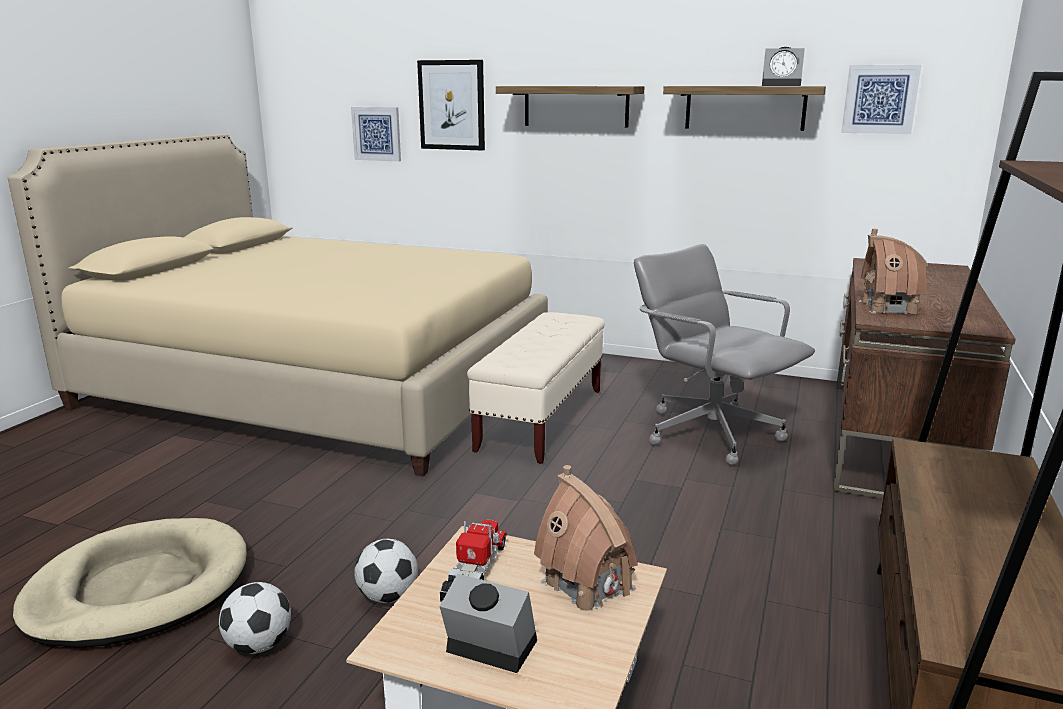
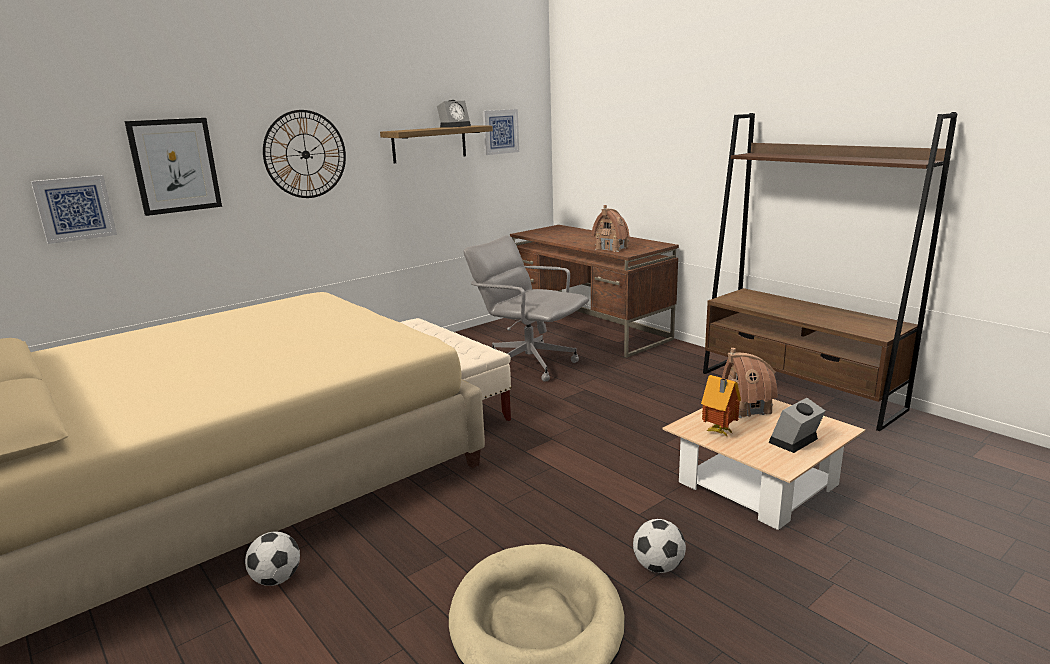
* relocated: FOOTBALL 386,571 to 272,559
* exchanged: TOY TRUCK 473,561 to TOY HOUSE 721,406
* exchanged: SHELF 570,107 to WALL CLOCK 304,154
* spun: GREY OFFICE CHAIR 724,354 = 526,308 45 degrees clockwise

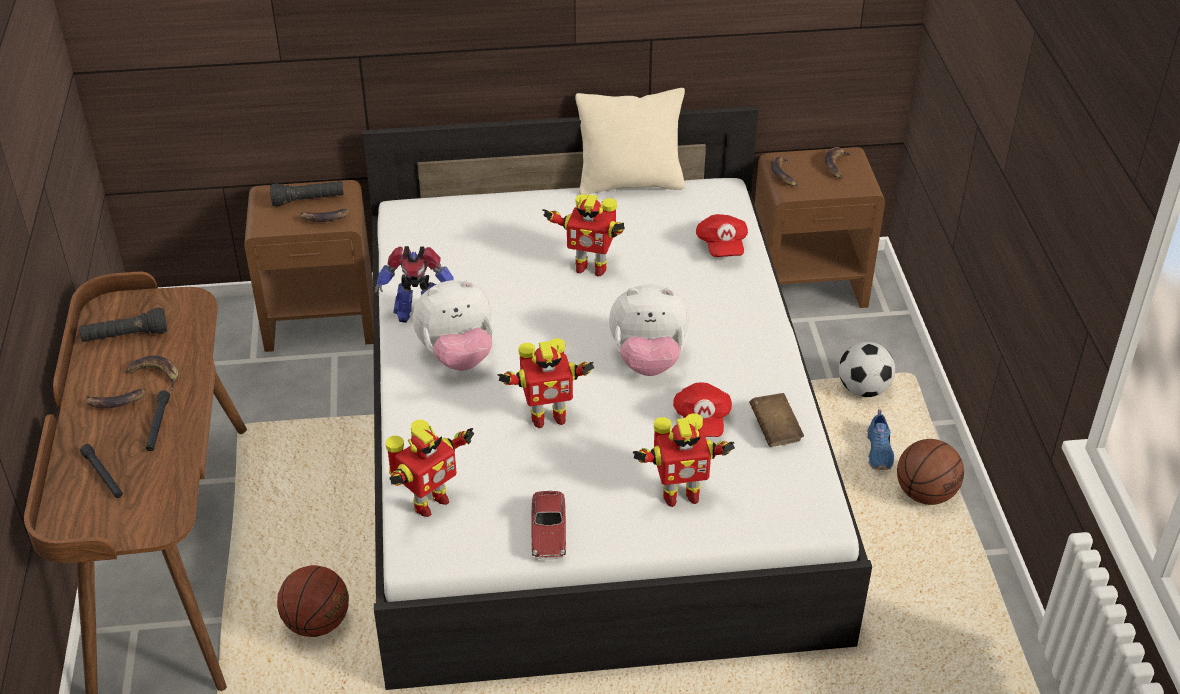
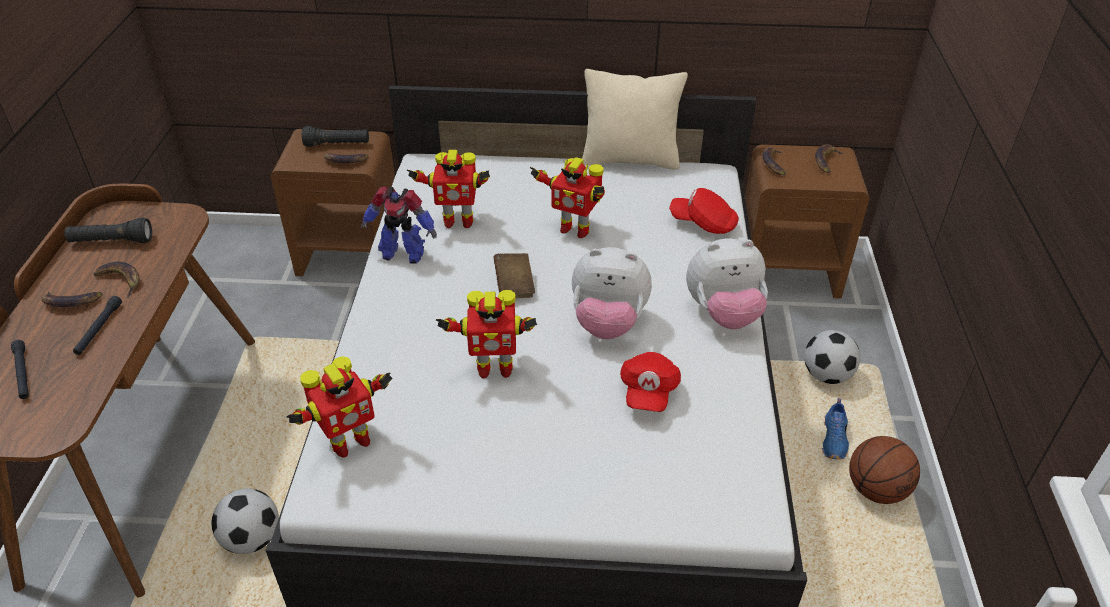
* missing: TOY CAR 548,525
* relocated: PLUSH TOY 453,325 to 727,283
* relocated: TOY ROBOT 684,460 to 448,189
* relocated: BROWN BOOK 776,420 to 514,275
* exchanged: BASKETBALL 313,601 to FOOTBALL 245,521
* spun: RED CAP 722,235 = 704,211 105 degrees clockwise

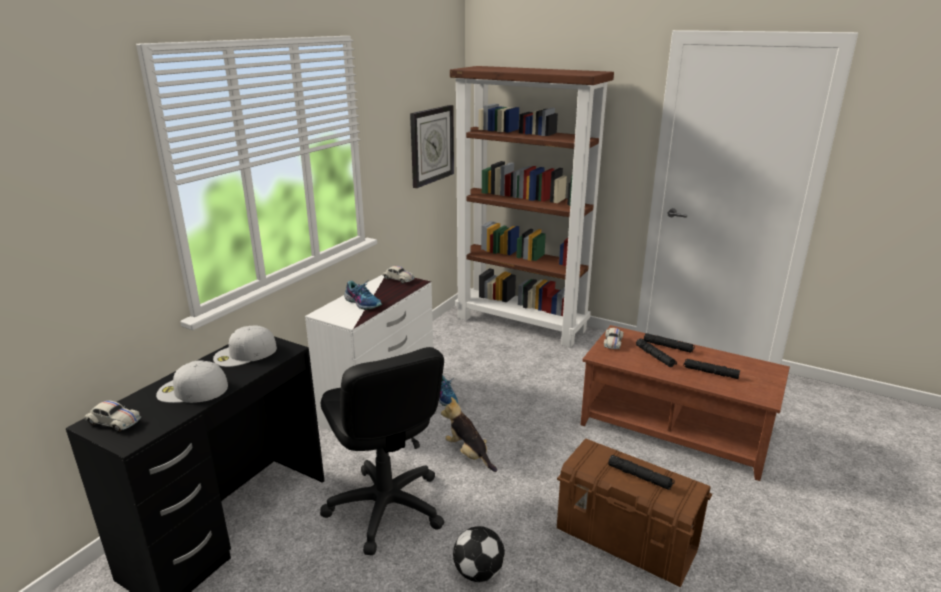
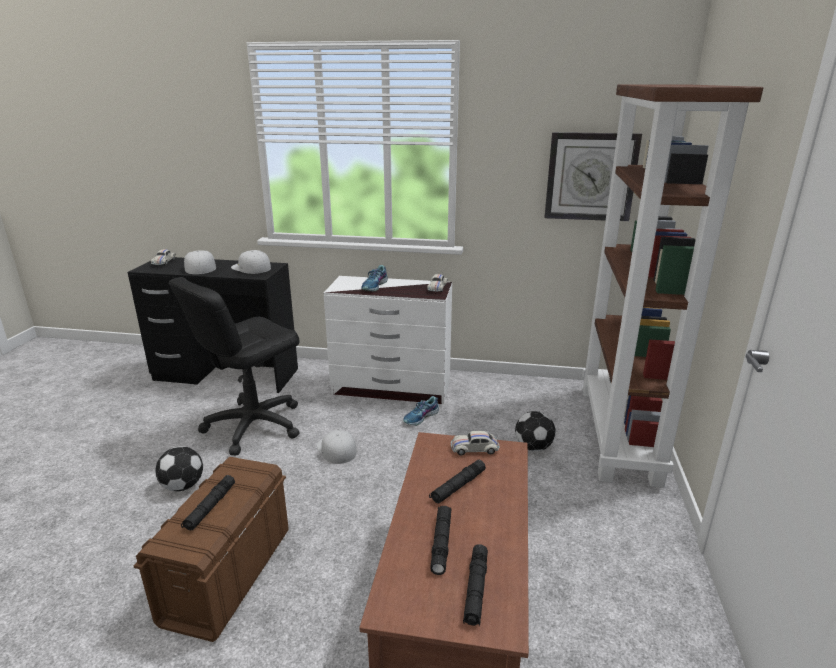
* appeared: FOOTBALL 535,431
* relocated: BLACK FLASHLIGHT 669,343 to 475,585
* exchanged: PLUSH TOY 469,434 to WHITE CAP 337,447

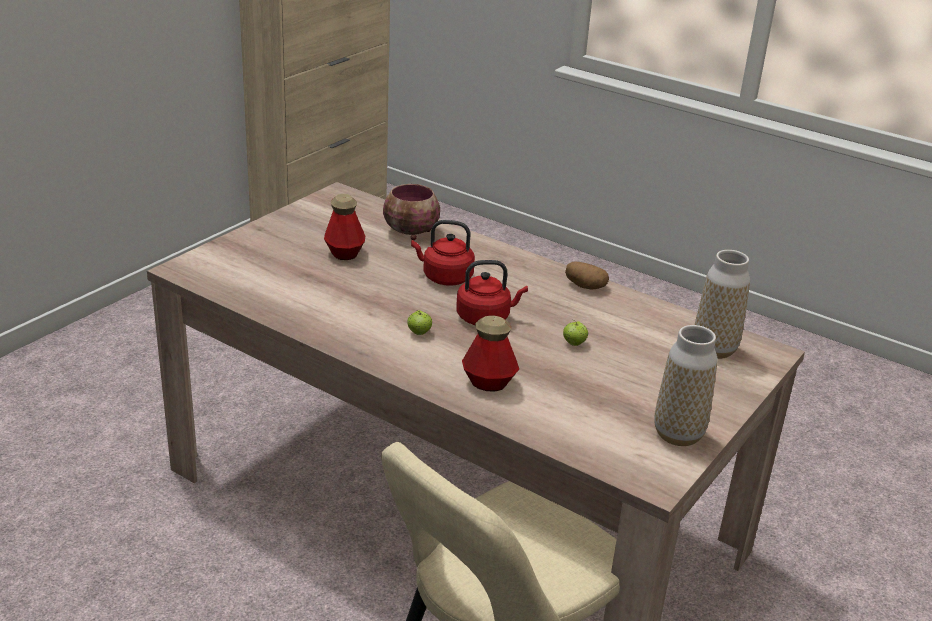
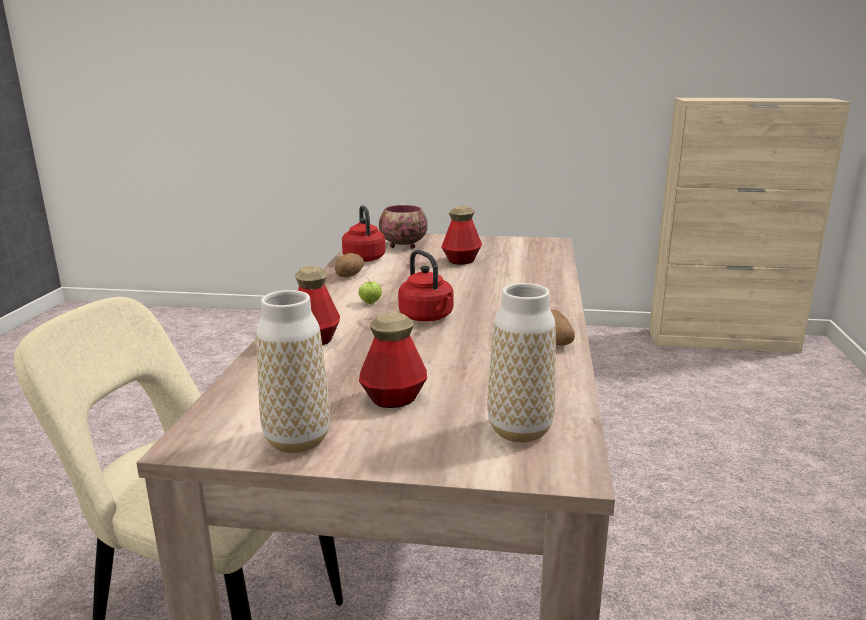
* missing: APPLE 575,333
* appeared: POTATO 349,265
* appeared: BOTTLE 393,360
* relocated: BOWL 411,212 to 403,227
* relocated: RED KETTLE 443,253 to 364,233

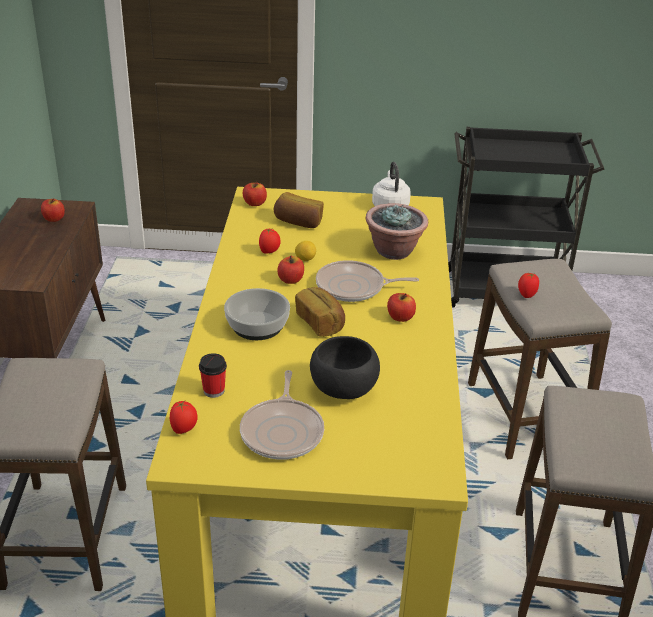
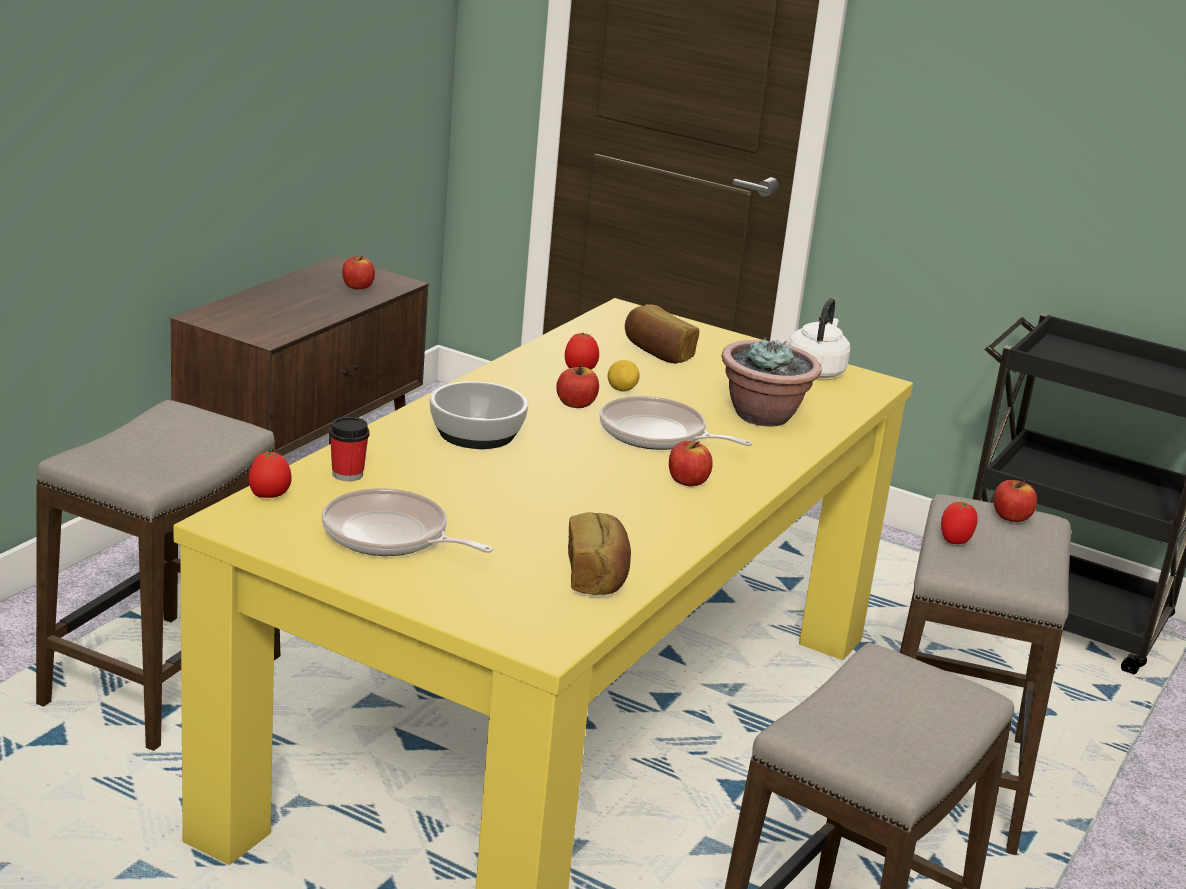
* missing: BLACK BOWL 345,367
* relocated: APPLE 255,194 to 1015,501
* relocated: BREAD 320,312 to 599,553
* spun: FRYING PAN 282,415 = 407,522 90 degrees clockwise

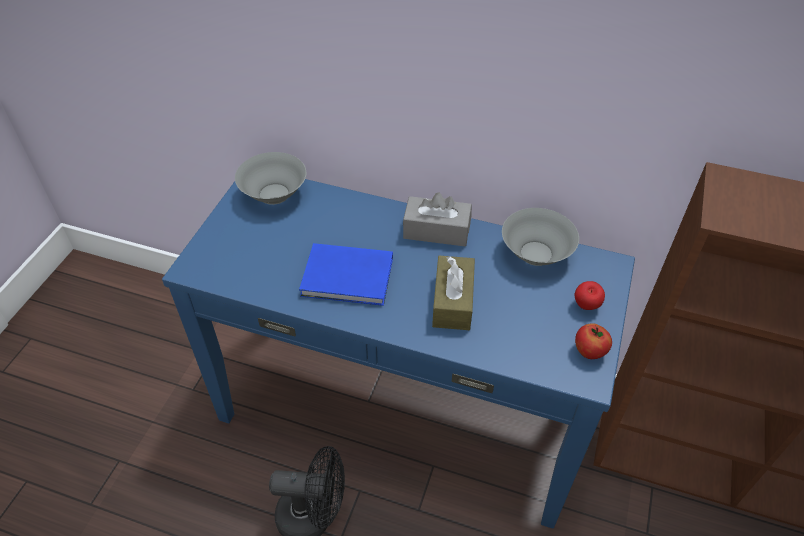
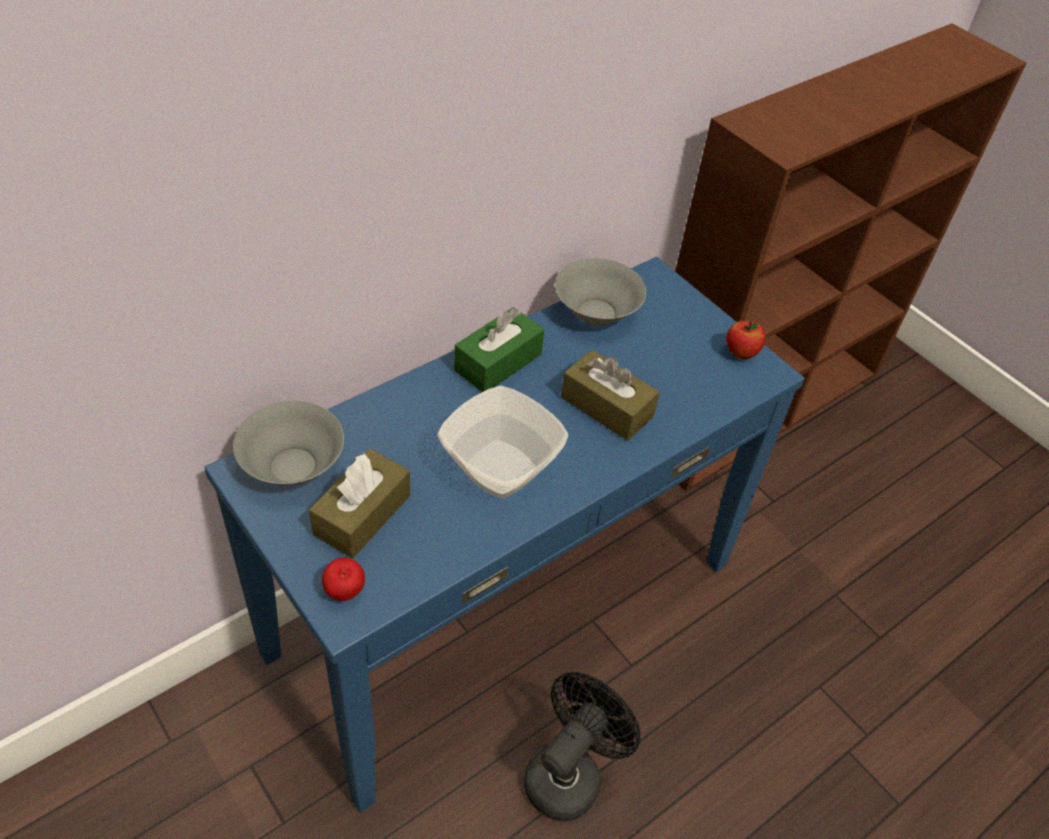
* appeared: BROWN TISSUE BOX 359,503
* relocated: APPLE 590,295 to 343,579
* exchanged: BLUE BOOK 346,274 to BOWL 502,442
* colour: GREY TISSUE BOX 437,219 to GREEN TISSUE BOX 499,349

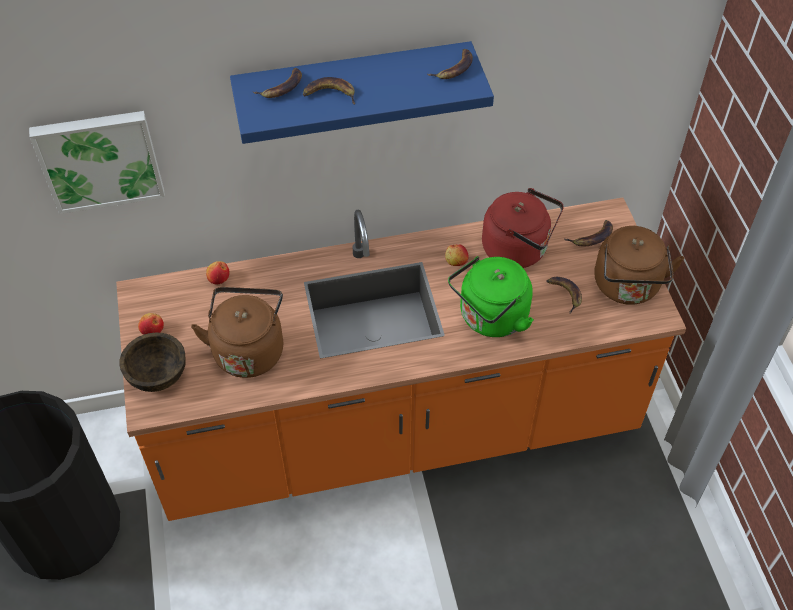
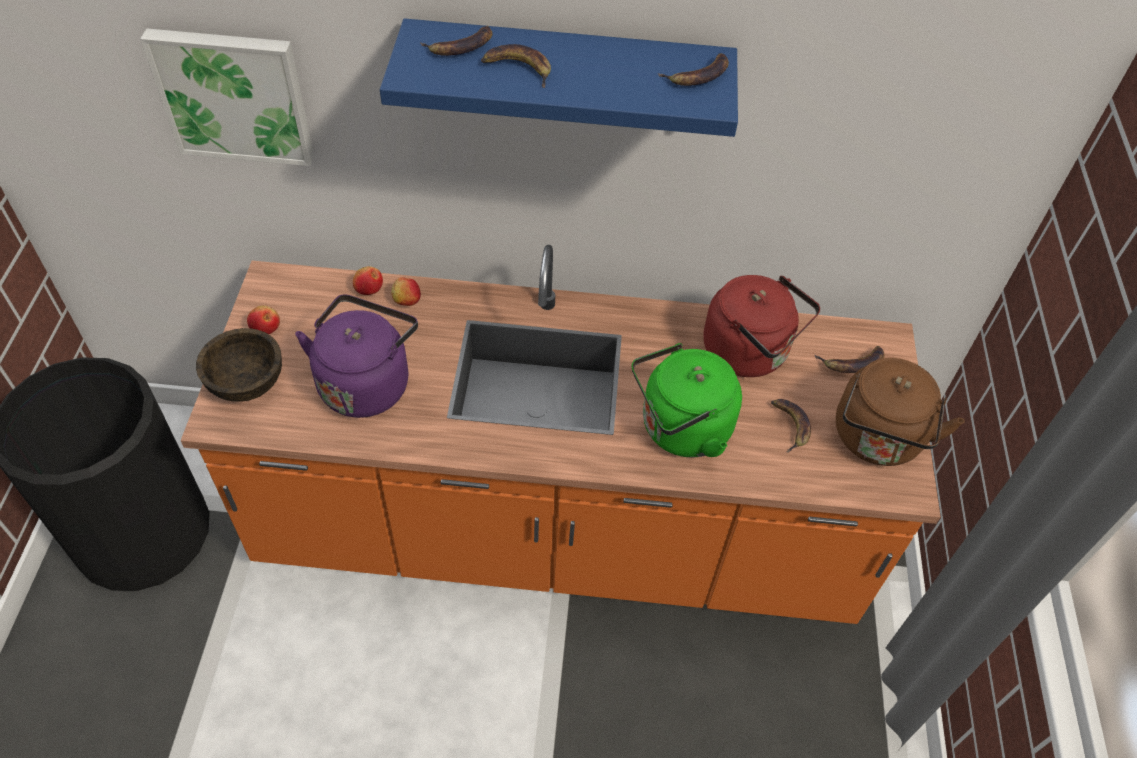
* relocated: APPLE 457,255 to 406,291
* colour: BROWN KETTLE 237,332 to PURPLE KETTLE 356,356

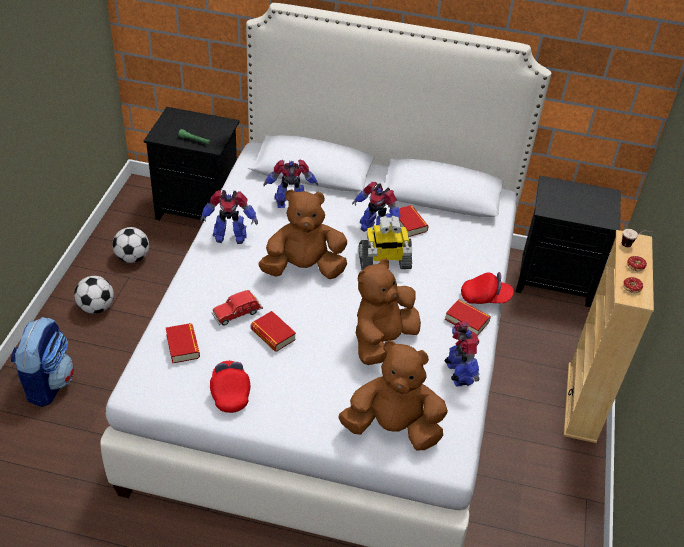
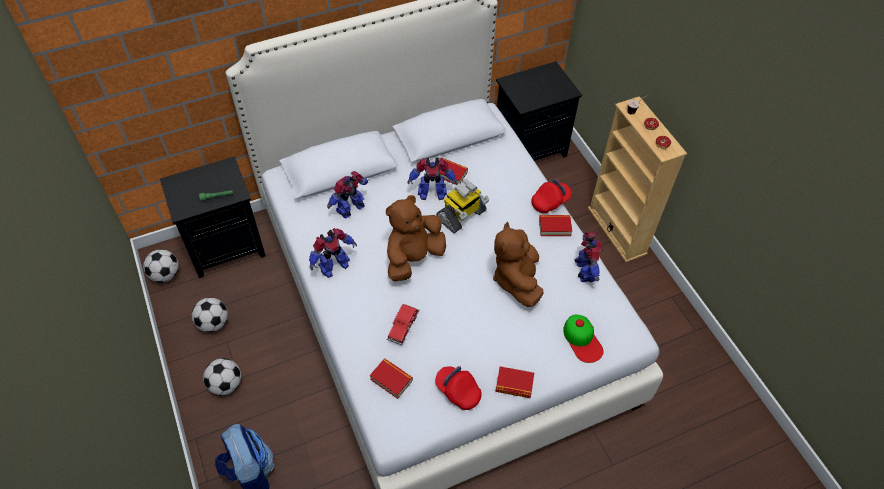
* appeared: FOOTBALL 161,266
* relocated: BOOK 273,331 to 514,382
* exchanged: BROWN PLUSH TOY 393,396 to CAP 583,339
* spun: TOY ROBOT 462,353 = 588,257 45 degrees clockwise

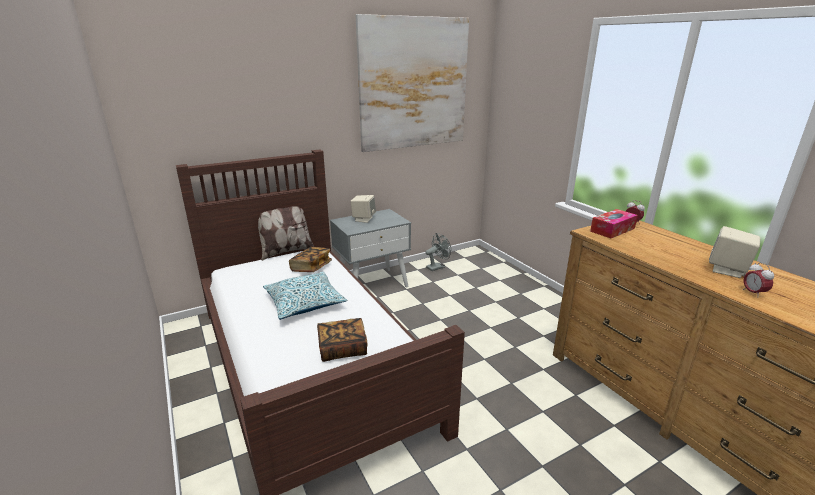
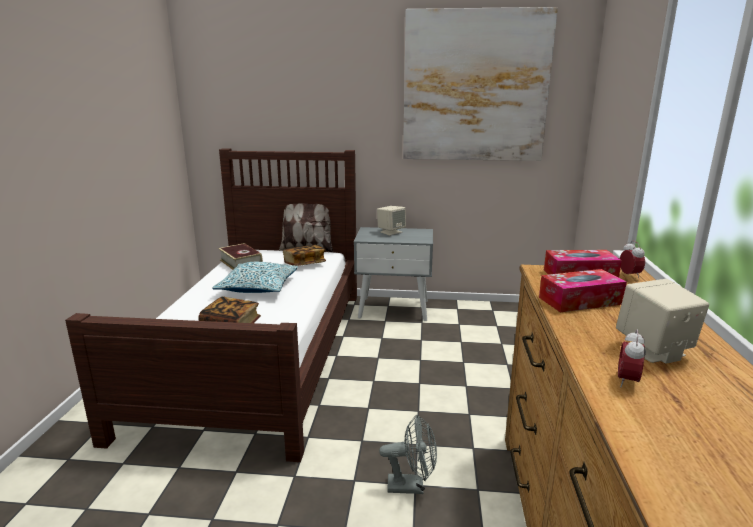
* appeared: BOOK 241,256
* appeared: TISSUE BOX 583,290
* relocated: GREY FAN 438,252 to 408,454

